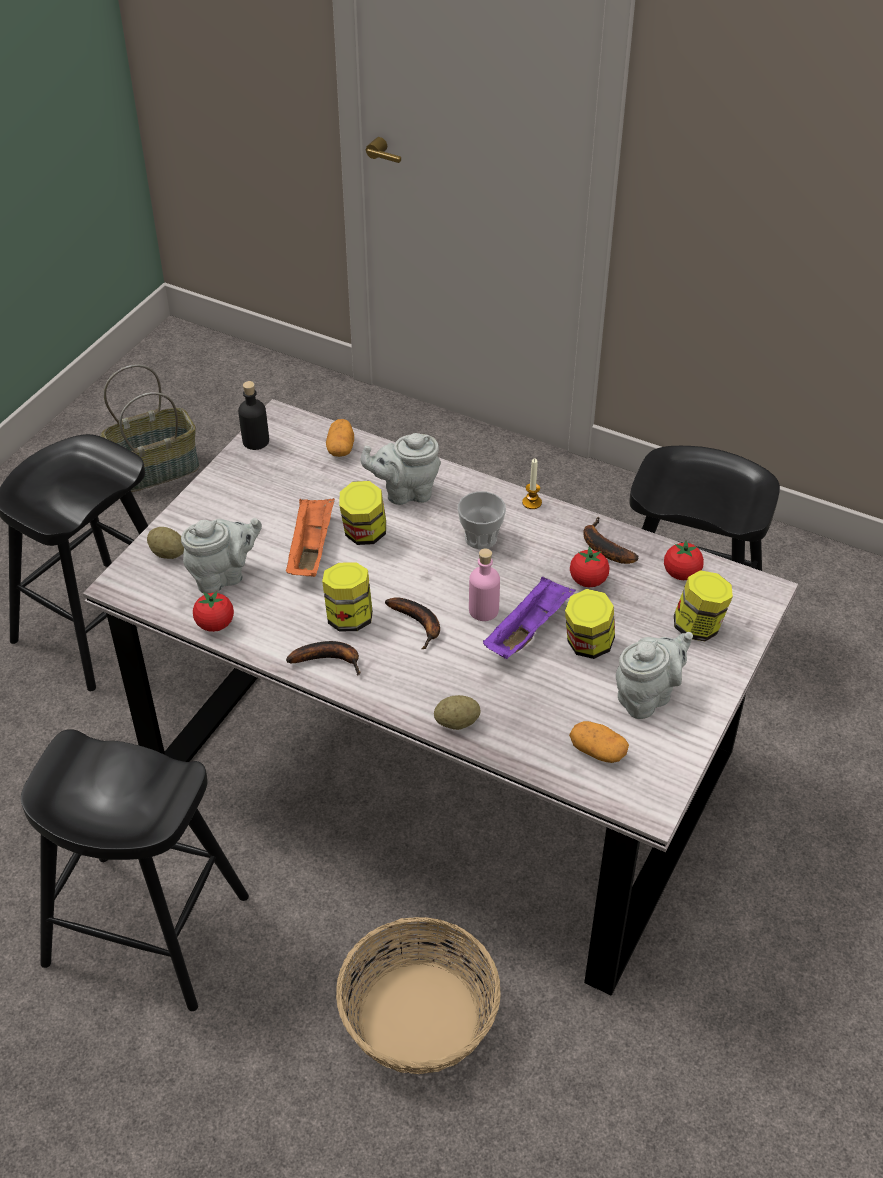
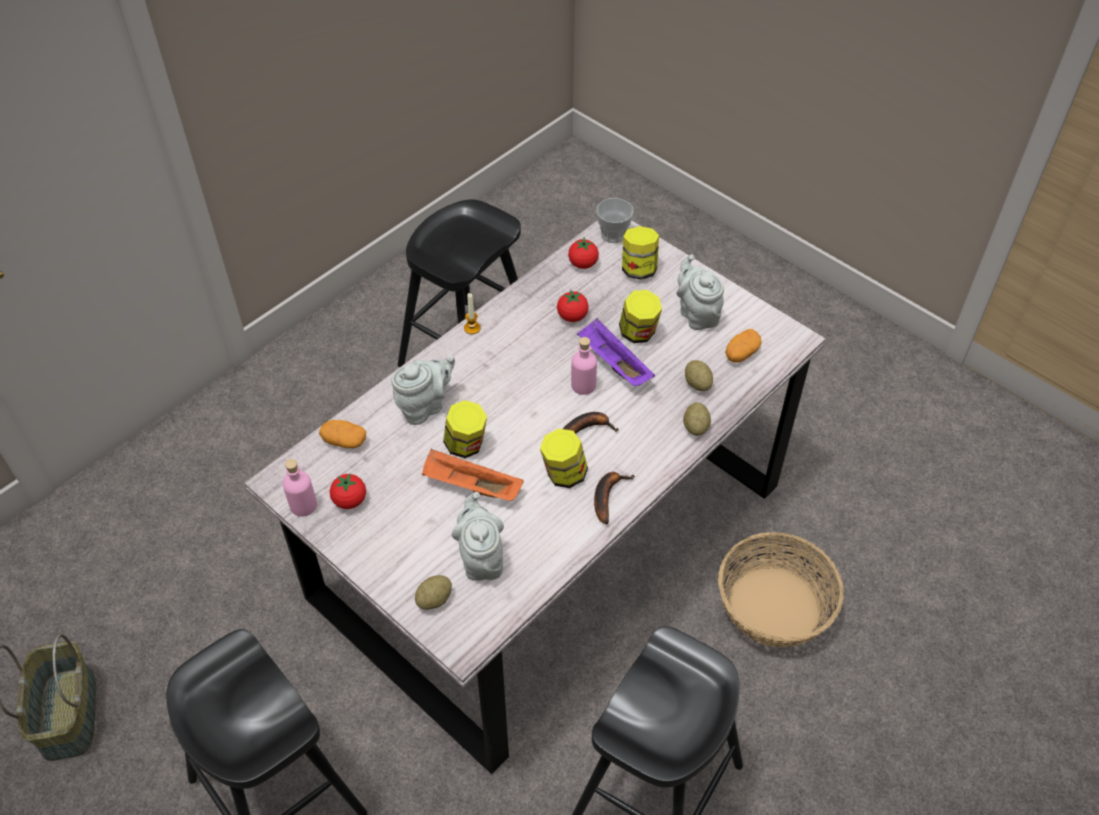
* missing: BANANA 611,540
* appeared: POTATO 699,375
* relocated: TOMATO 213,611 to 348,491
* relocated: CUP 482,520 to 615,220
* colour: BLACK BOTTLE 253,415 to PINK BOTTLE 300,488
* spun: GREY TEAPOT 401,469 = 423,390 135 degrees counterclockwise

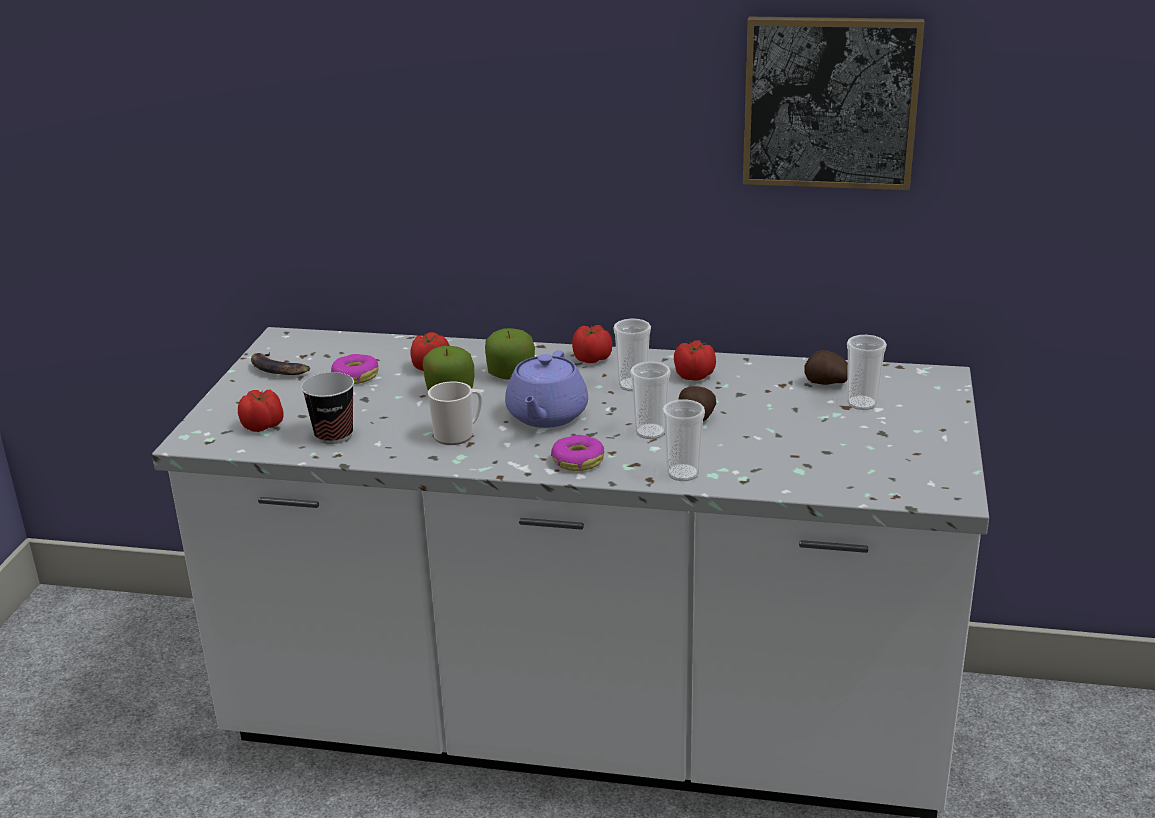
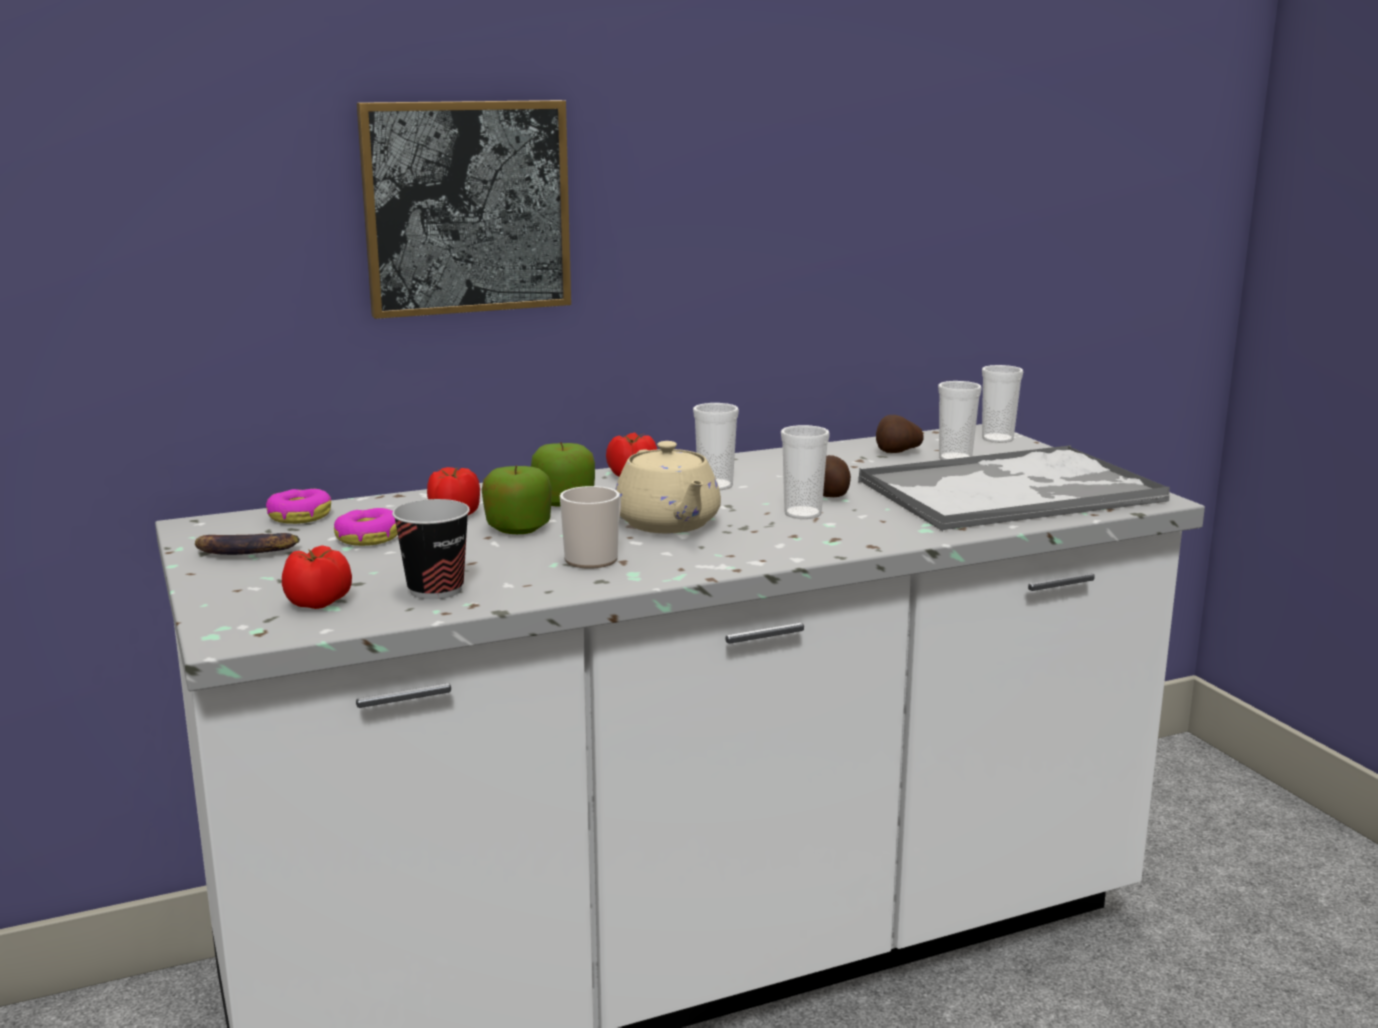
* missing: TOMATO 695,360
* appeared: TRAY 1014,488
* relocated: DONUT 577,453 to 299,506
* relocated: CUP 684,440 to 1002,404
* relocated: PICTURE 834,103 to 464,209
* colour: PURPLE TEAPOT 546,389 to BEIGE TEAPOT 668,487

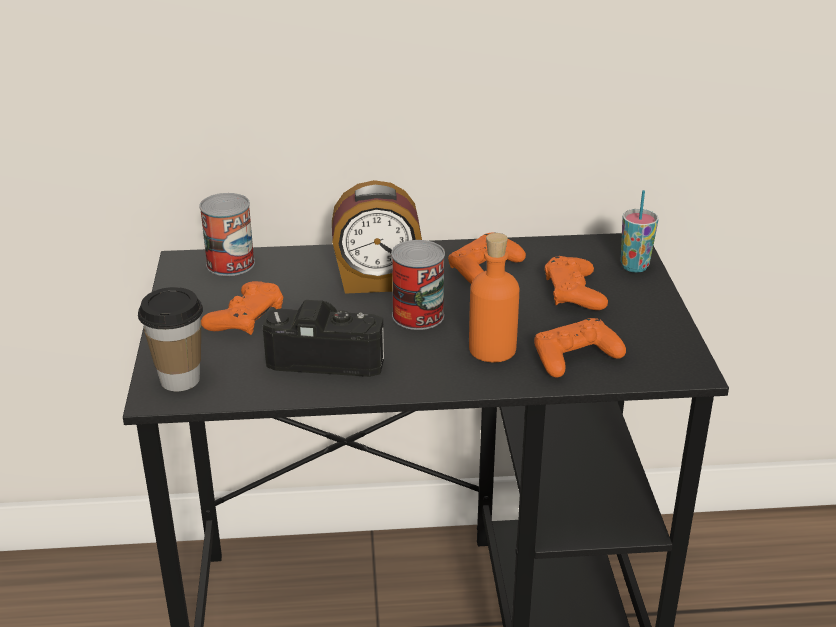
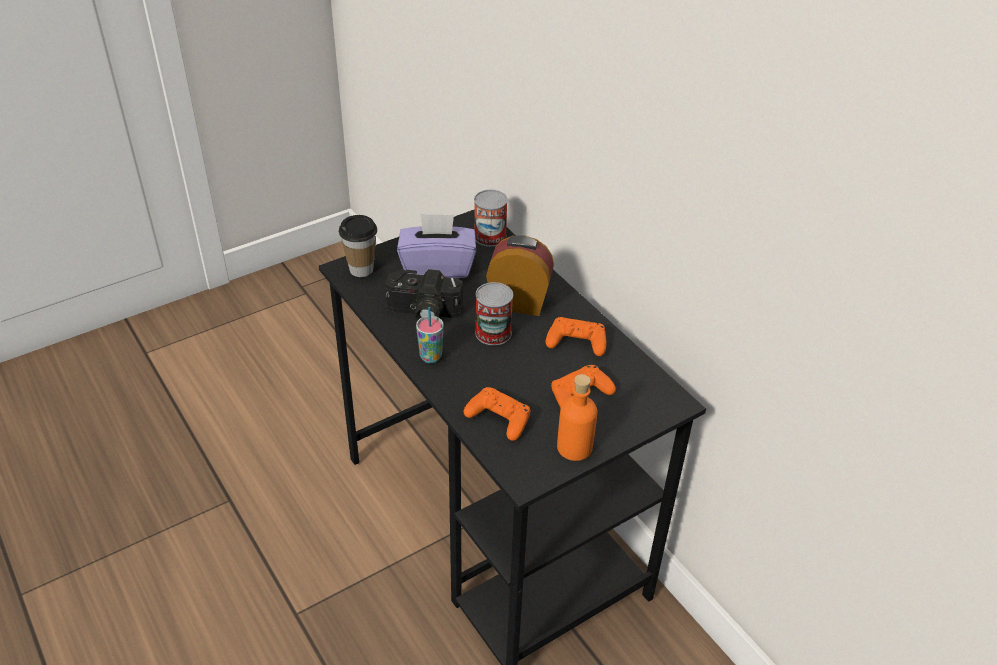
* relocated: ORANGE BOTTLE 494,297 to 577,417
* relocated: CUP 639,231 to 430,335
* exchanged: ORANGE GAME CONTROLLER 242,308 to PURPLE TISSUE BOX 436,245
* spun: PHOTO CAMERA 323,338 = 424,295 120 degrees clockwise
* spun: ALARM CLOCK 377,237 = 520,275 135 degrees clockwise

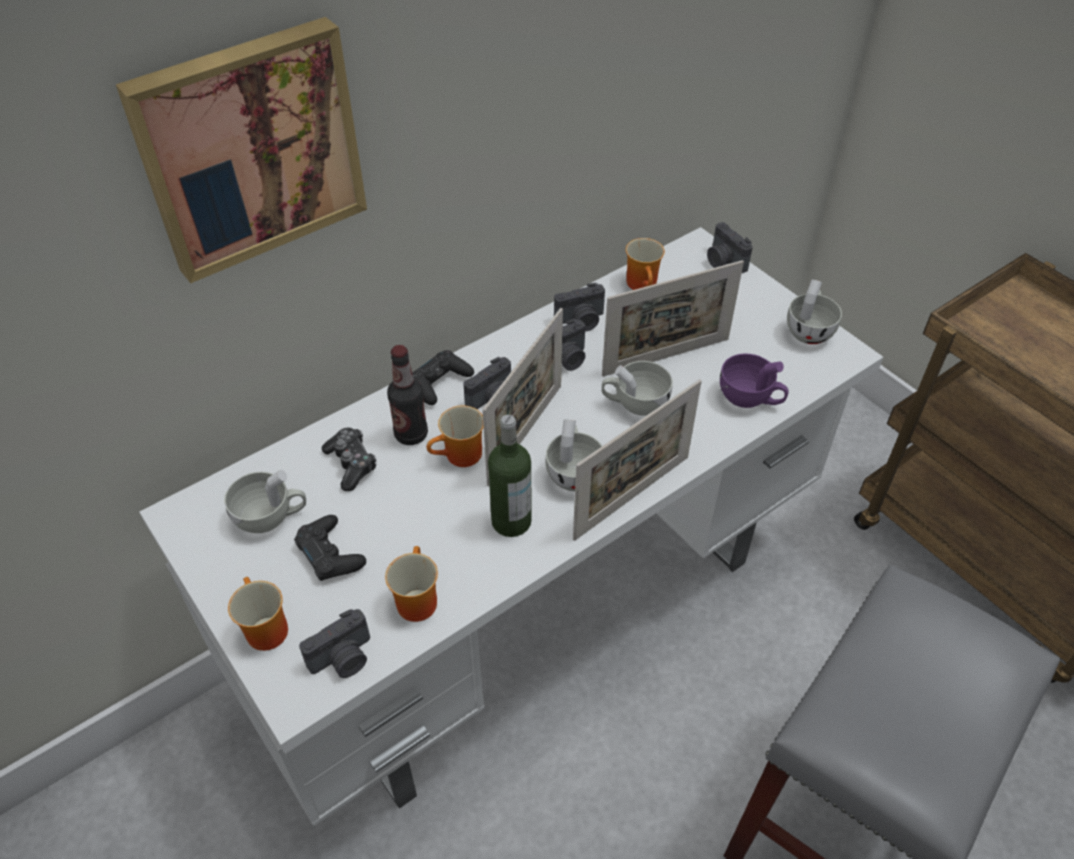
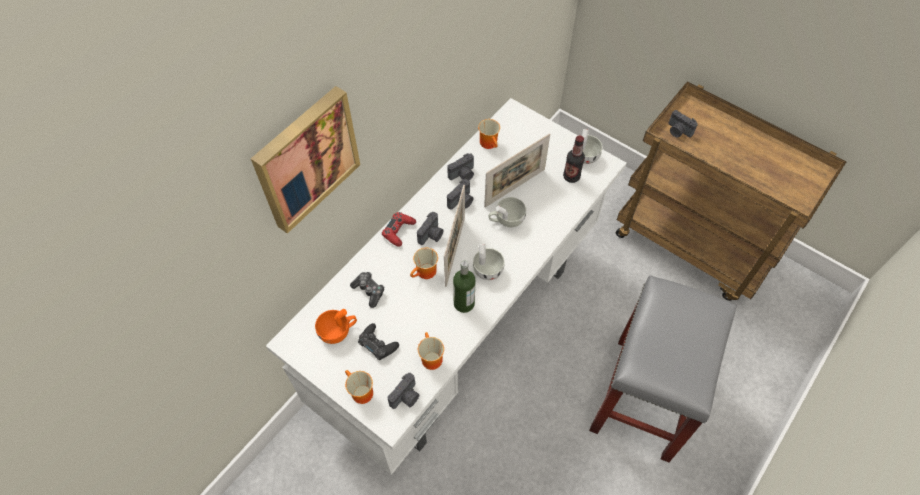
* missing: PICTURE FRAME 637,460
* missing: PURPLE CUP 754,381
* relocated: BOTTLE 407,395 to 574,159
* relocated: PHOTO CAMERA 730,247 to 683,124
* colour: WHITE CUP 265,501 to ORANGE CUP 336,326
* colour: BLACK GAME CONTROLLER 443,377 to RED GAME CONTROLLER 399,229

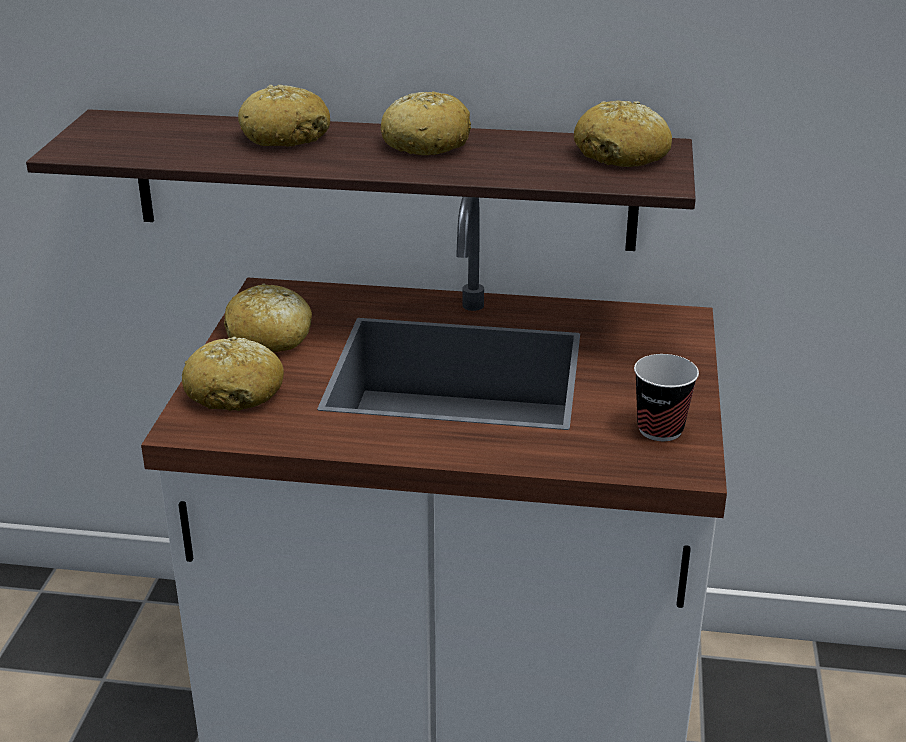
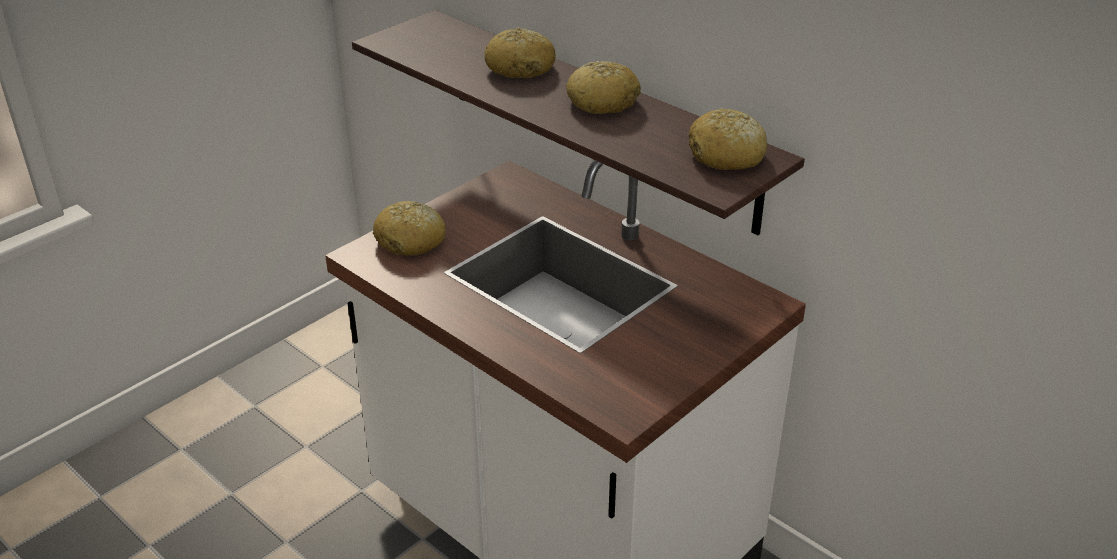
* missing: BREAD 268,318
* missing: CUP 666,397

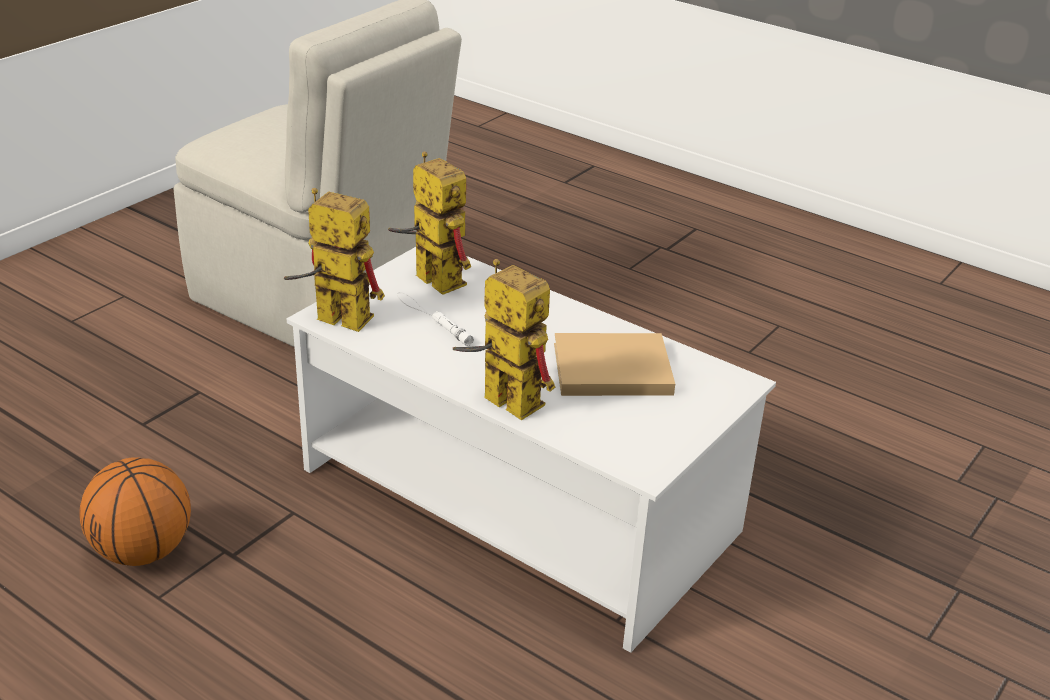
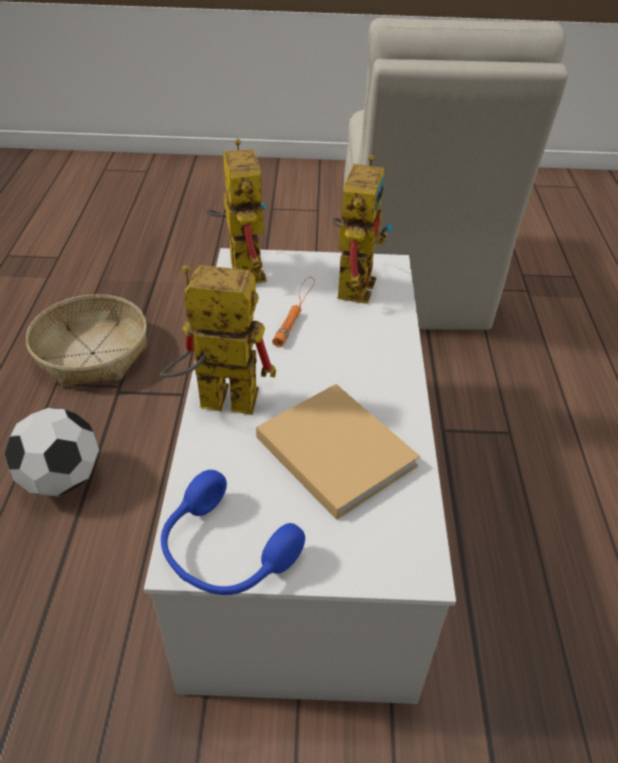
* appeared: FOOTBALL 51,452
* appeared: BLUE HEADPHONES 233,532
* exchanged: BASKETBALL 135,511 to BASKET 86,341
* colour: WHITE FLASHLIGHT 435,319 to ORANGE FLASHLIGHT 293,312
* spun: TOY ROBOT 504,339 = 218,340 90 degrees counterclockwise

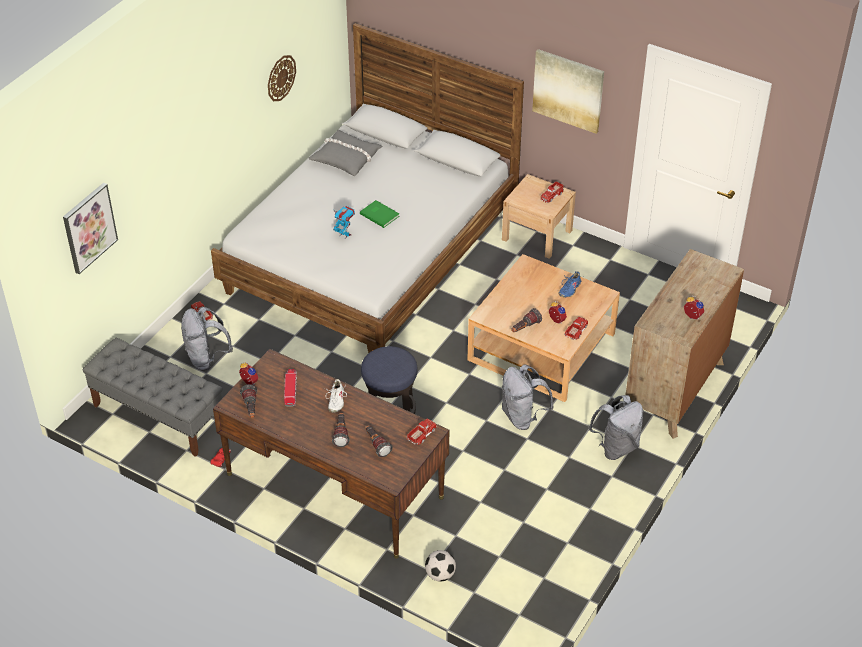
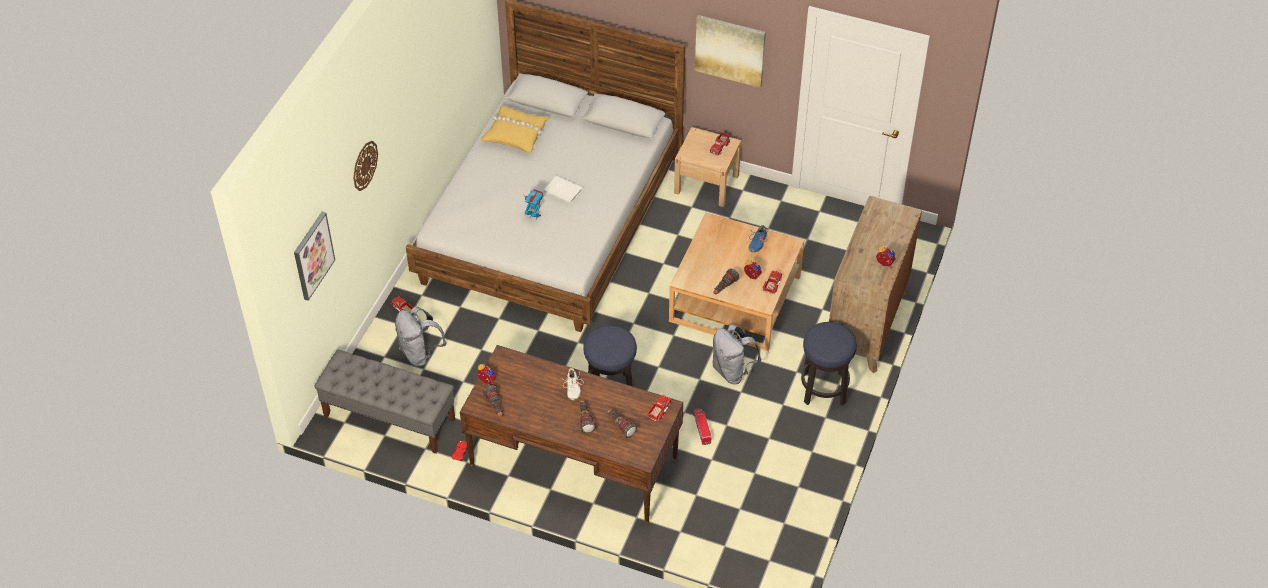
* missing: FOOTBALL 440,566
* relocated: WALL CLOCK 282,78 to 365,166
* relocated: TOY TRUCK 290,387 to 702,426
* exchanged: GREY BACKPACK 615,427 to STOOL 829,364
* colour: GREY PILLOW 345,153 to YELLOW PILLOW 514,129
* colour: GREEN BOOK 379,214 to WHITE BOOK 563,190

